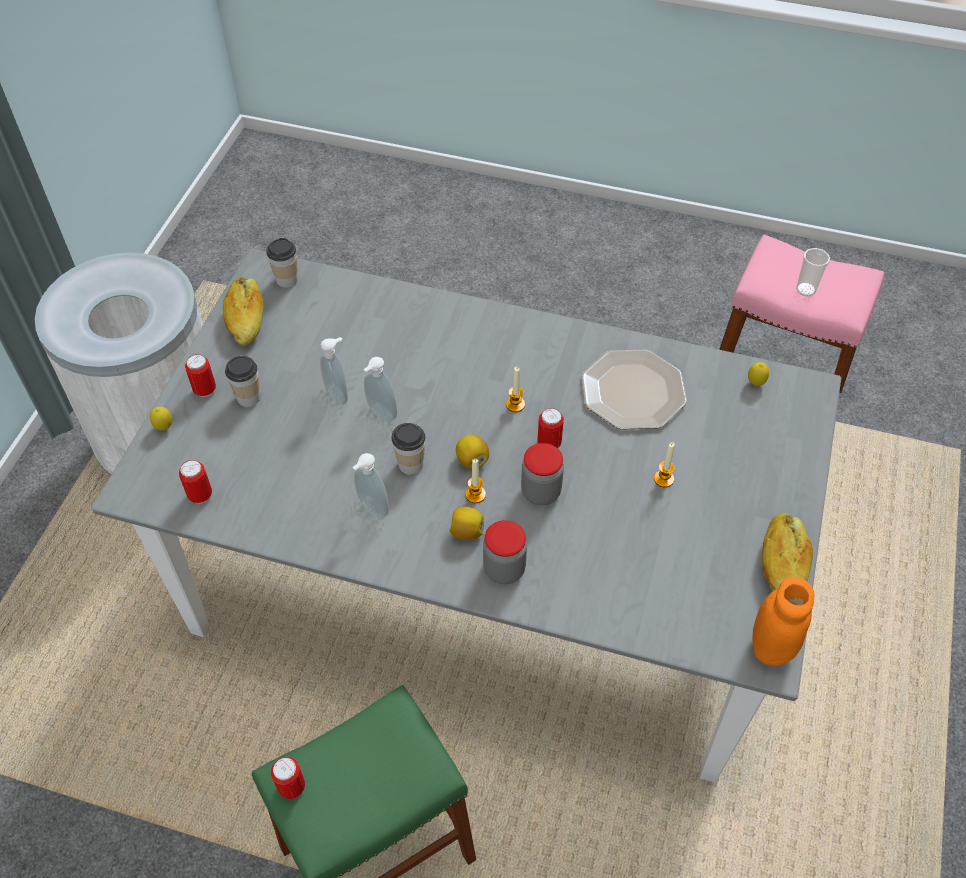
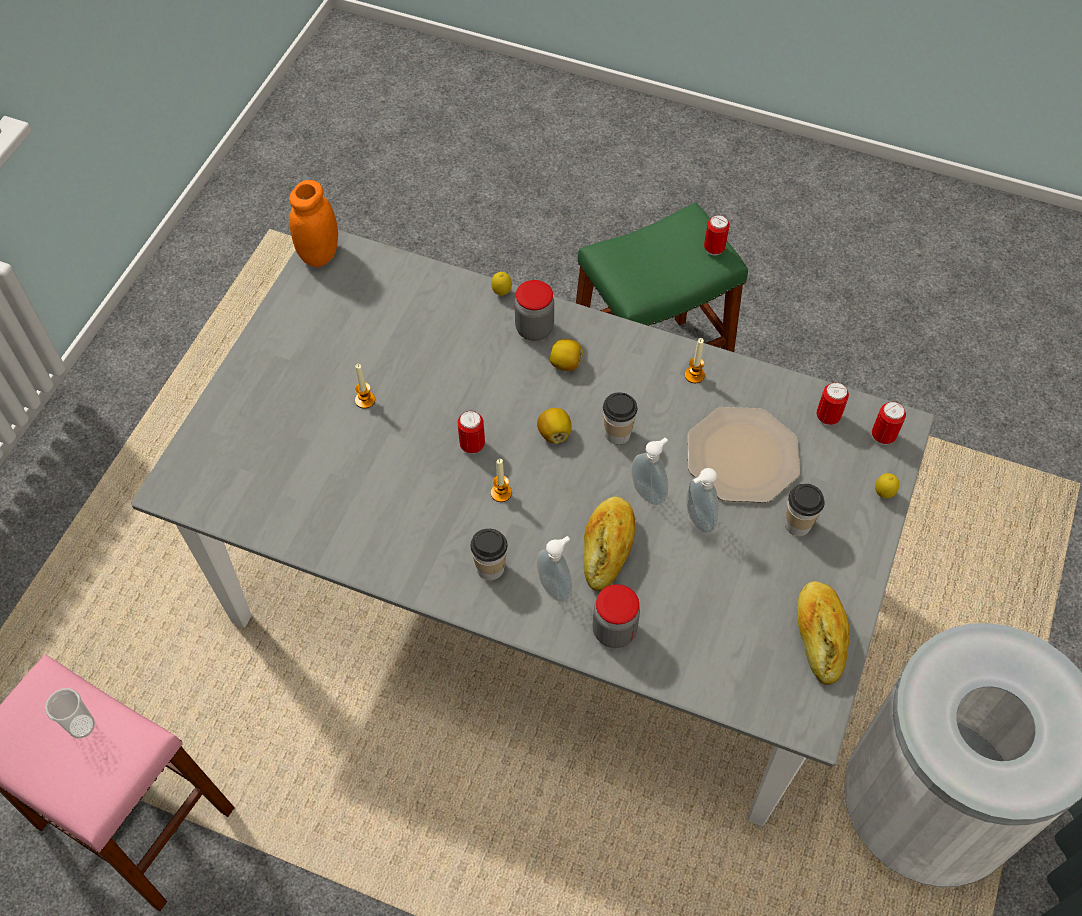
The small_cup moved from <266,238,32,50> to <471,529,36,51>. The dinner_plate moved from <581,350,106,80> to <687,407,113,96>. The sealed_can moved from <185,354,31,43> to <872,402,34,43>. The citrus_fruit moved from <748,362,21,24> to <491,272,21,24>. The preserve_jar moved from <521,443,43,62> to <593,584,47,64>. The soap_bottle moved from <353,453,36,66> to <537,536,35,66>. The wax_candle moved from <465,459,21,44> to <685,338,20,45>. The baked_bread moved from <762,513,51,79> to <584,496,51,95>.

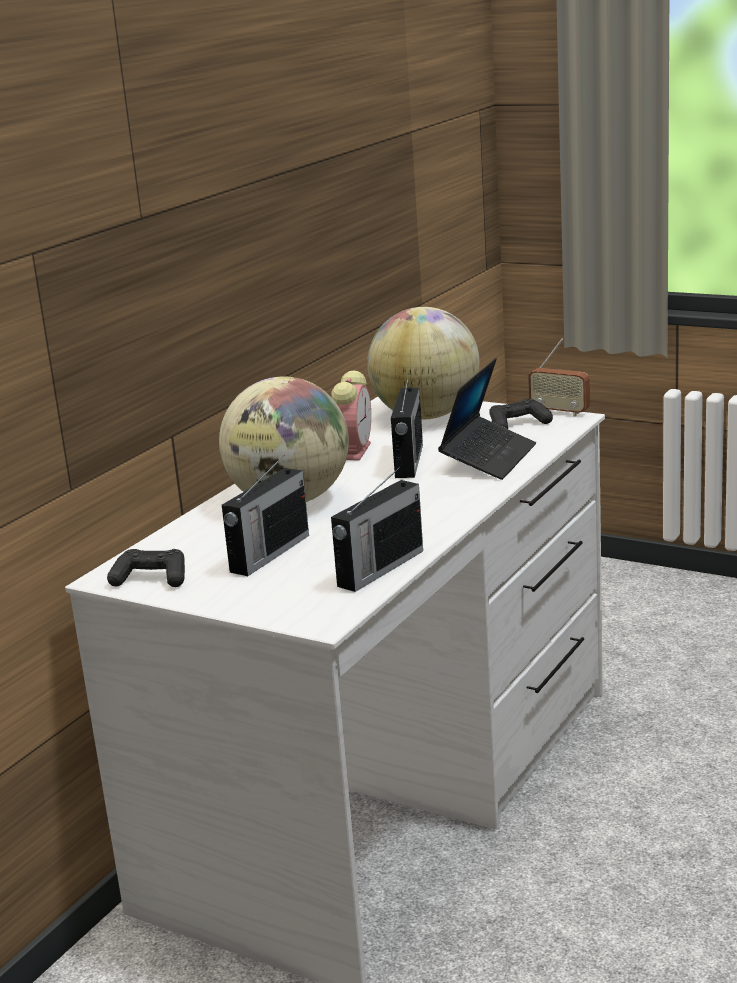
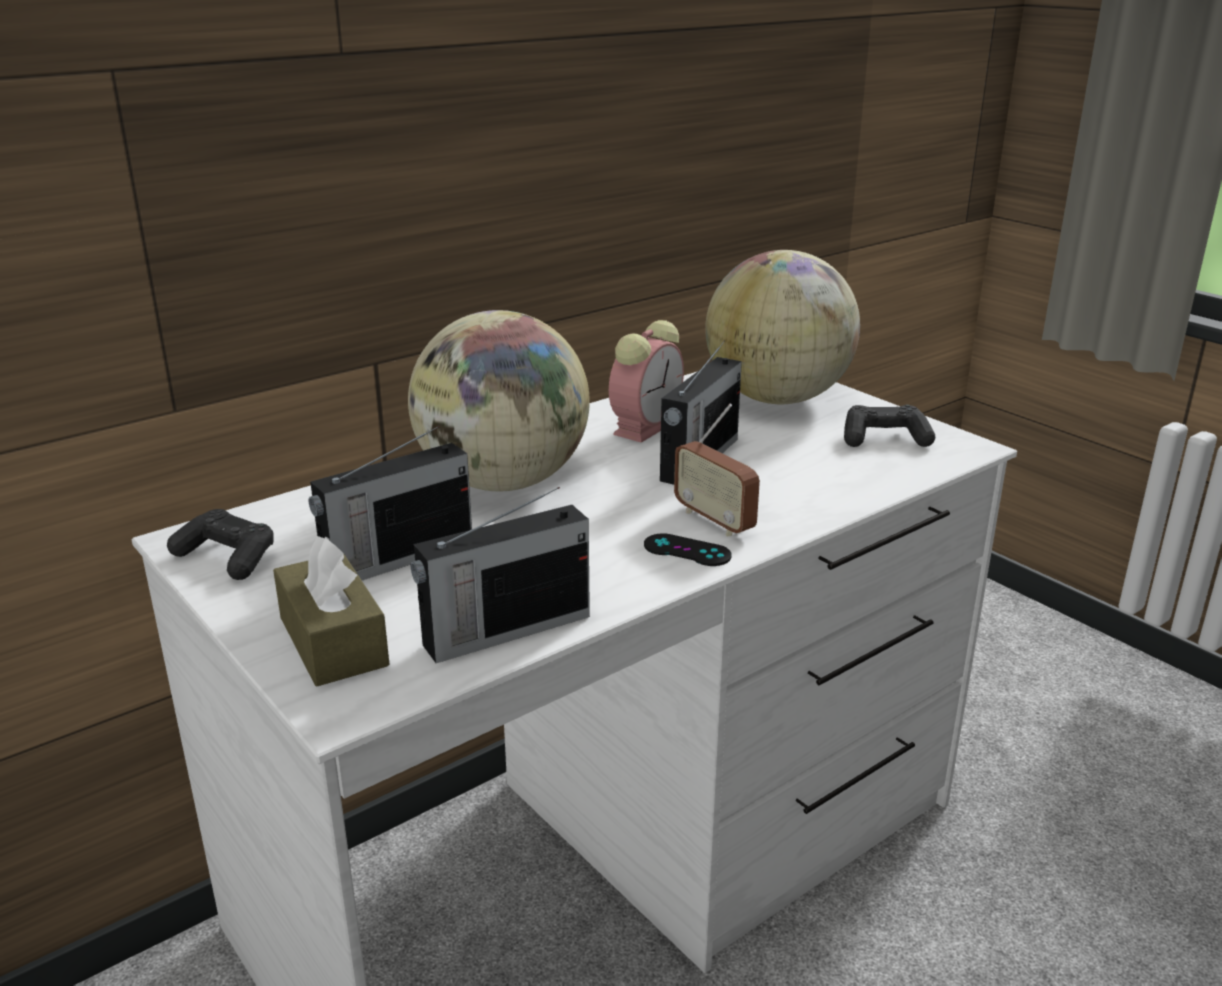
The radio moved from <528,338,62,79> to <674,404,86,132>. The portable_computer at <438,358,98,122> disappeared. The black-coloured_game_controller at <644,533,88,33> appeared. The brownish_tissue_box at <273,536,116,150> appeared.

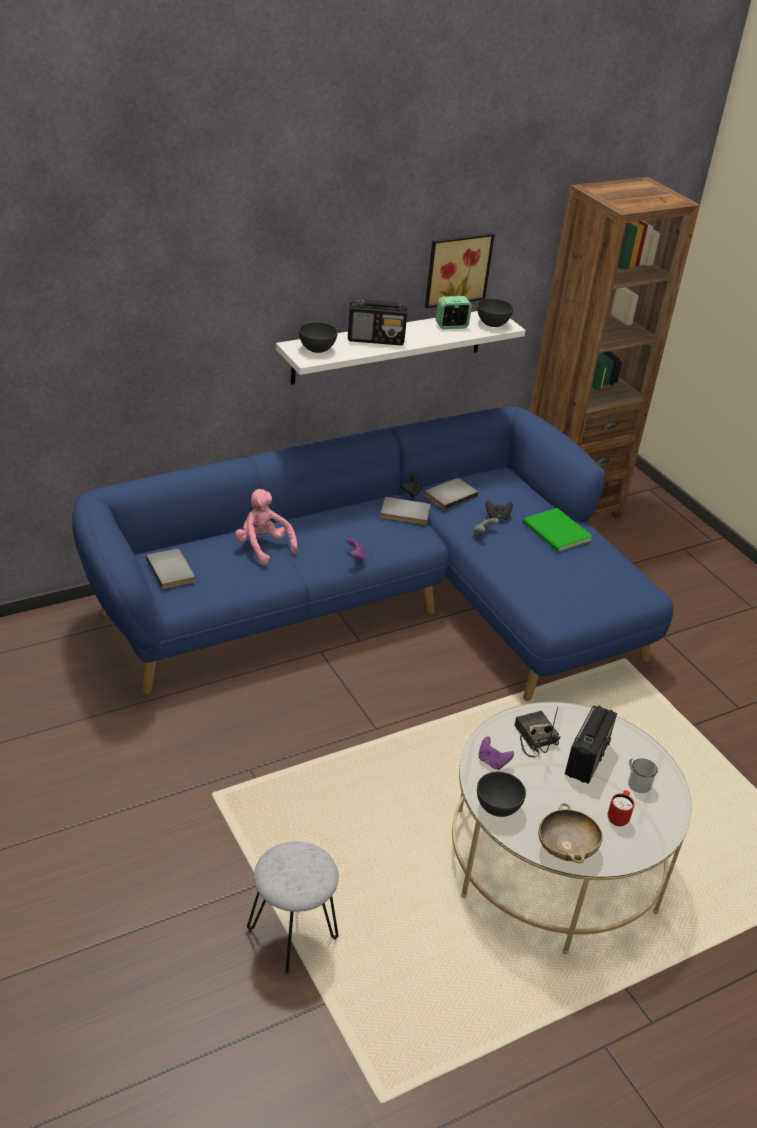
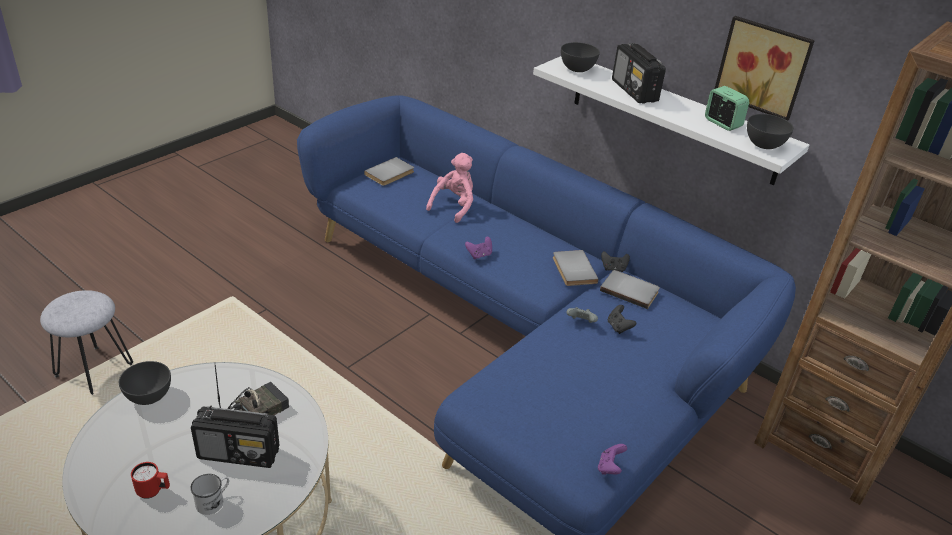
The greenish_book at <523,508,70,44> disappeared. The purple_game_controller moved from <479,737,35,33> to <598,444,29,31>. The beige-coloured_serving_bowl at <539,803,64,60> disappeared.

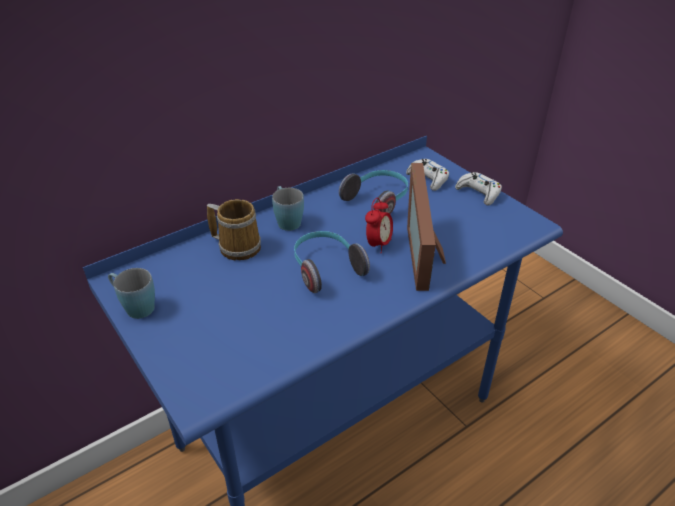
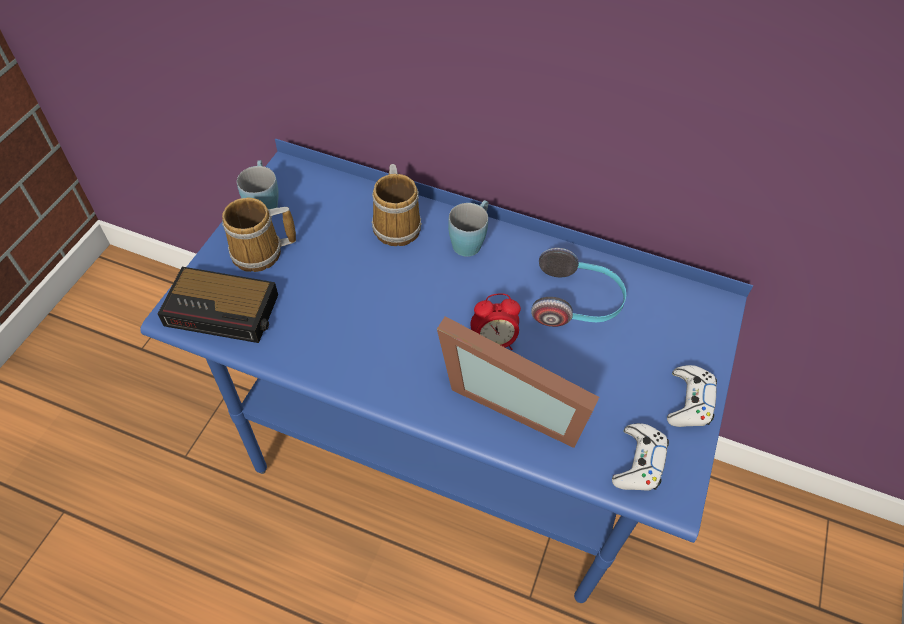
The whitish_game_controller moved from <406,159,43,32> to <612,423,57,68>. The standing_frame at <407,163,39,128> turned 120 degrees counterclockwise. The pair_of_headphones at <294,231,76,62> disappeared. The tea_mug at <222,198,74,74> appeared. The bedside_clock at <158,267,120,76> appeared.

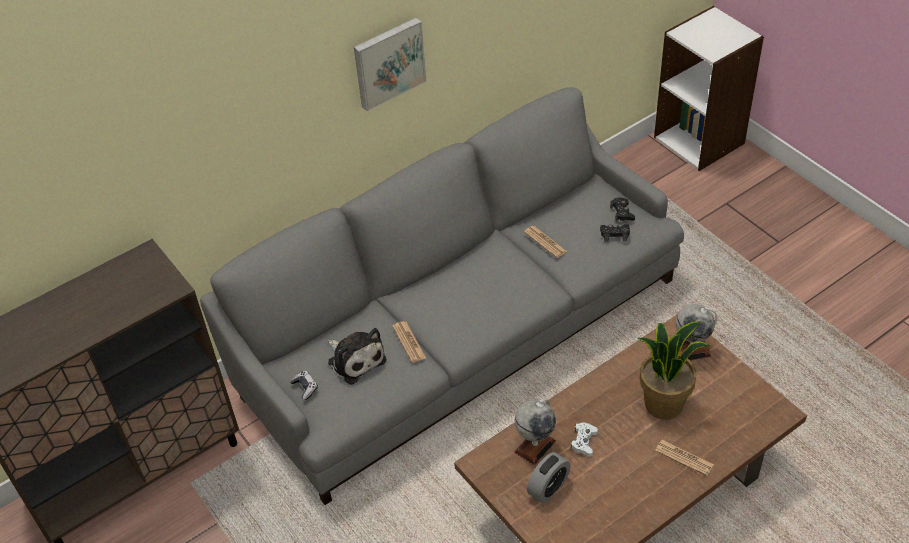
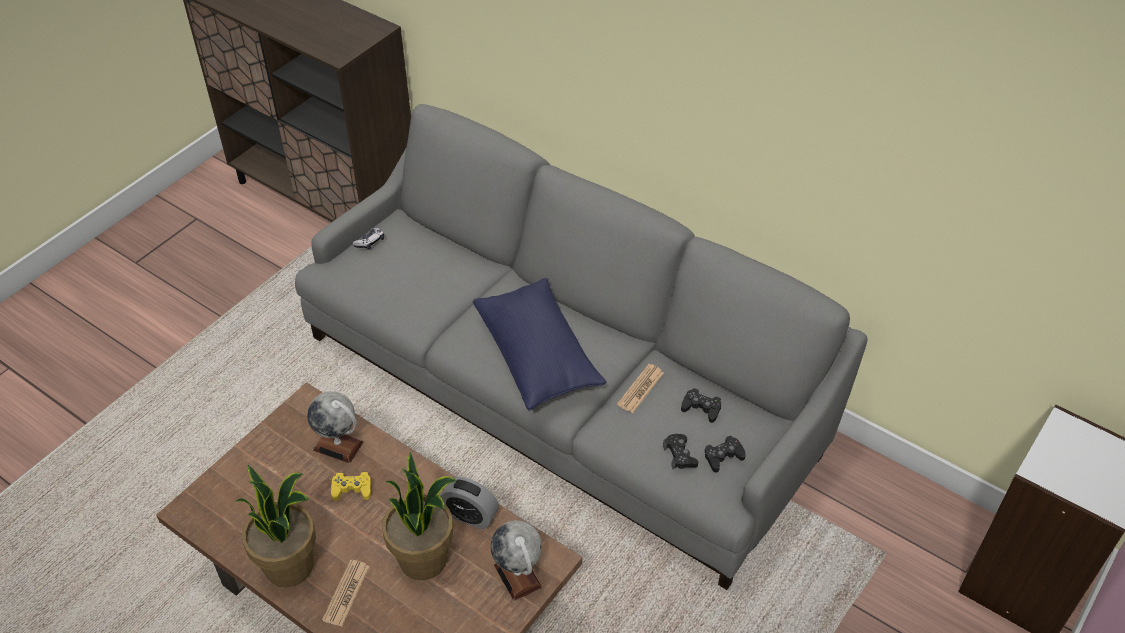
The picture at <354,18,72,93> disappeared. The printed_paper at <392,321,34,42> disappeared. The plush_toy at <328,328,58,57> disappeared. The whitish_game_controller at <571,422,27,35> became the yellowish_game_controller at <331,472,40,29>. The bedside_clock moved from <527,452,44,51> to <440,477,59,52>. The blue-coloured_cushion at <473,278,133,133> appeared. The black-coloured_game_controller at <681,388,40,35> appeared. The plant_in_a_pot at <235,465,81,123> appeared.

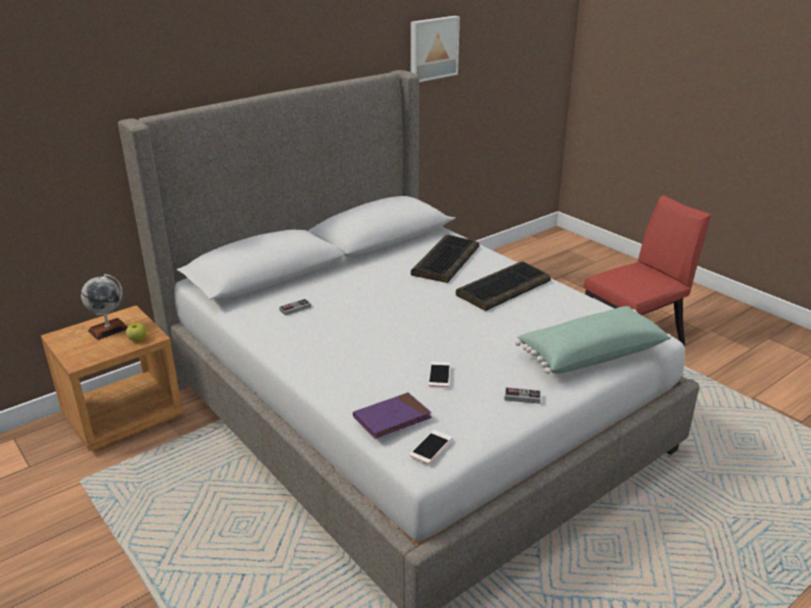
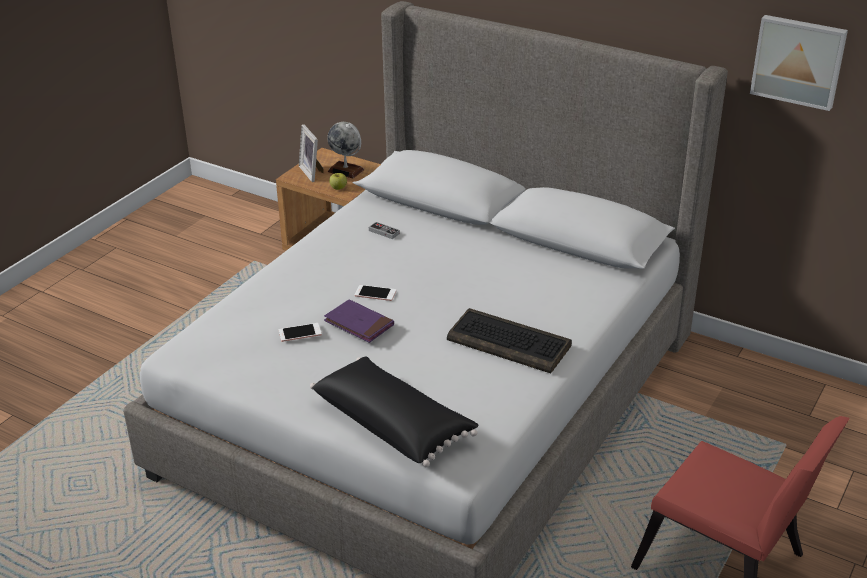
The computer_keyboard at <411,235,68,48> disappeared. The greenish_cushion at <515,306,156,68> became the black-coloured_cushion at <310,356,168,111>. The game_controller at <504,387,37,17> disappeared. The purple_book moved from <353,392,78,47> to <324,299,70,44>. The phone moved from <409,430,44,34> to <355,285,41,16>. The standing_frame at <299,124,25,58> appeared.

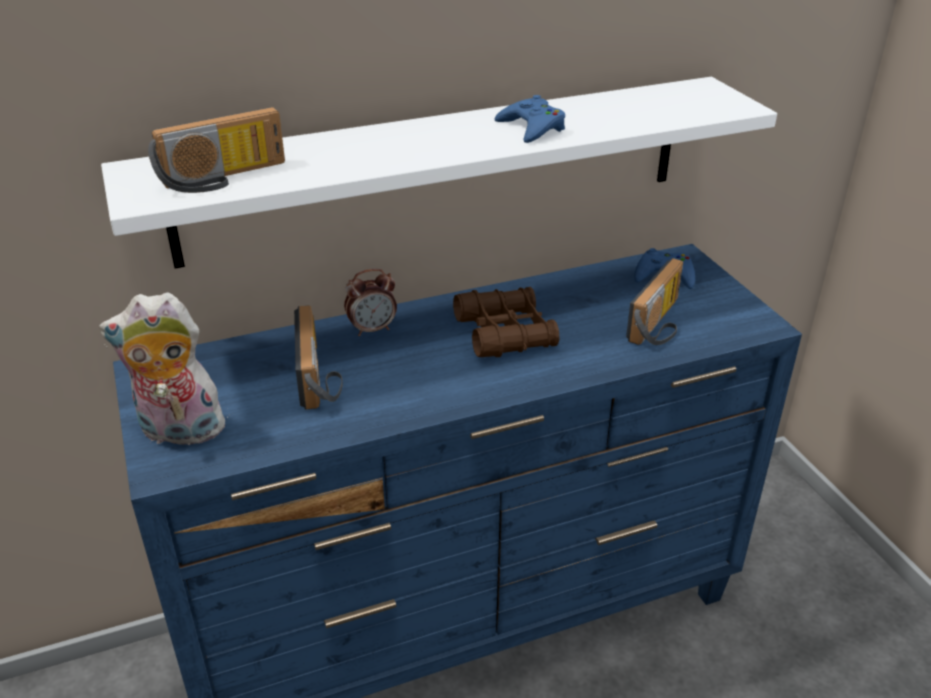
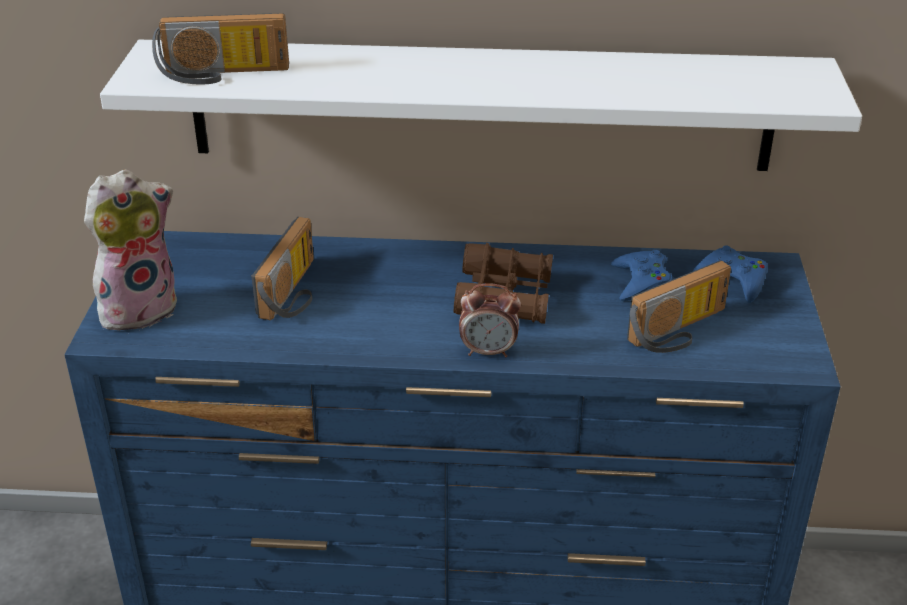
The blue-coloured_game_controller moved from <495,95,70,48> to <611,250,61,51>. The bedside_clock moved from <344,269,53,67> to <459,283,62,74>. The plush_toy at <99,292,132,156> turned 120 degrees clockwise.

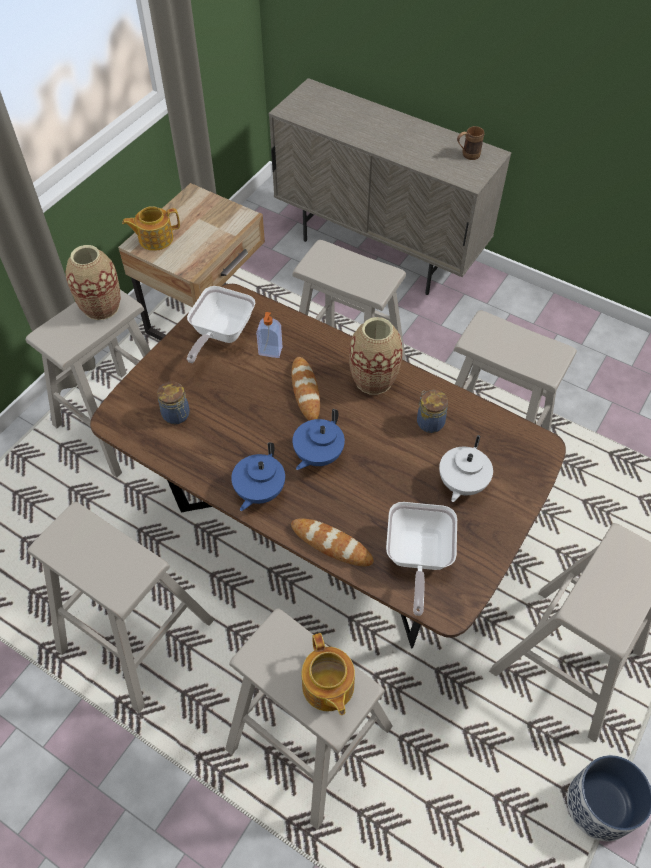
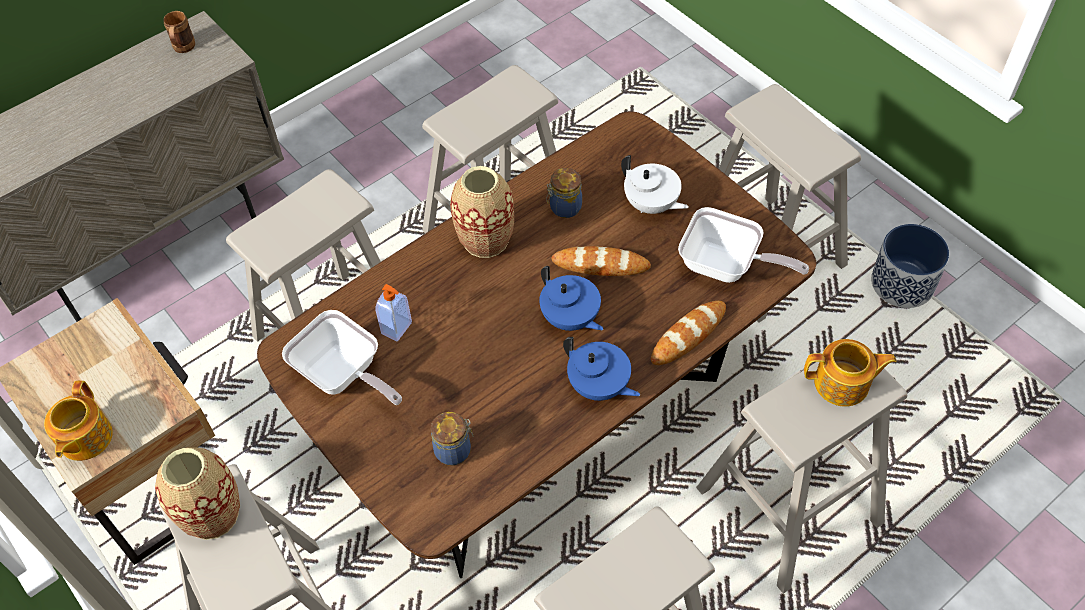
The baked_bread moved from <292,357,28,64> to <552,246,99,30>.

